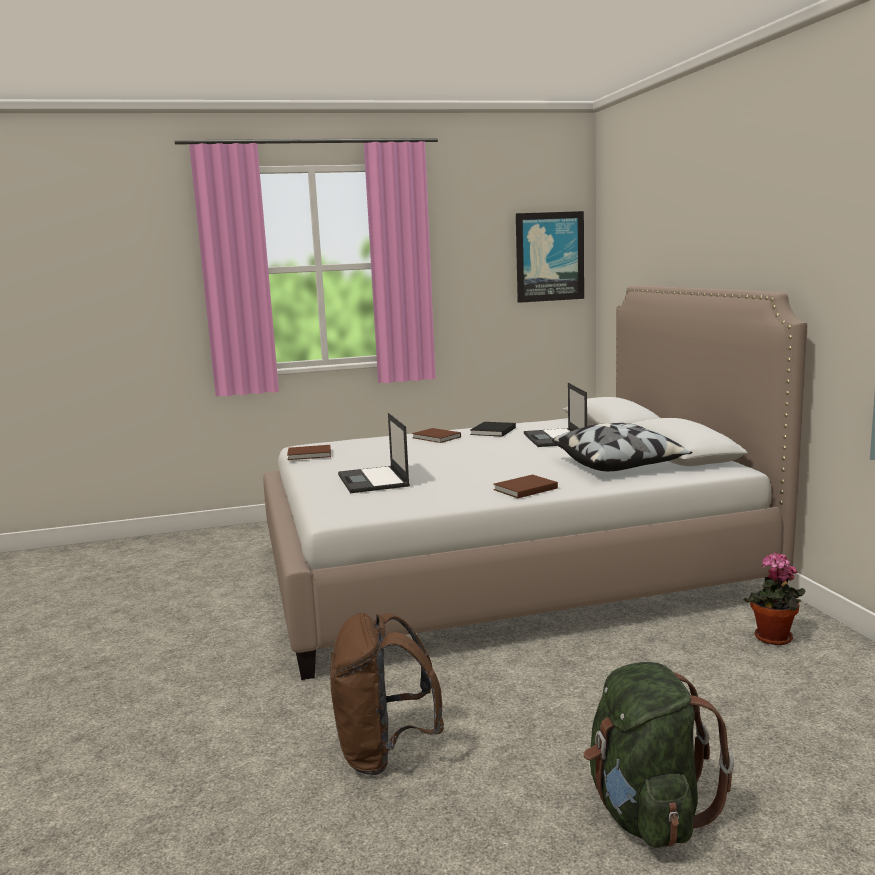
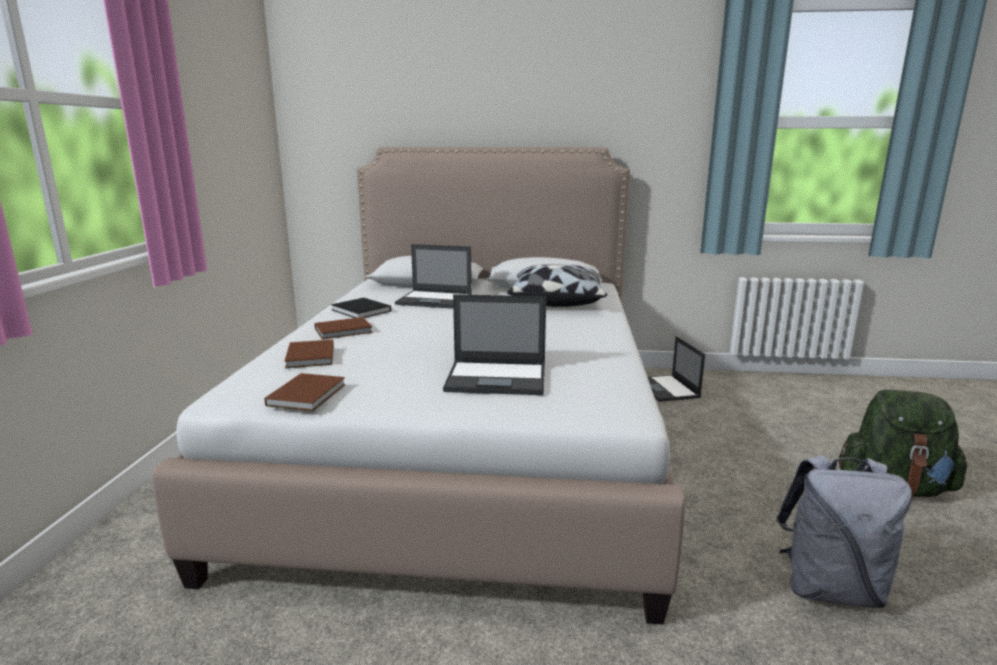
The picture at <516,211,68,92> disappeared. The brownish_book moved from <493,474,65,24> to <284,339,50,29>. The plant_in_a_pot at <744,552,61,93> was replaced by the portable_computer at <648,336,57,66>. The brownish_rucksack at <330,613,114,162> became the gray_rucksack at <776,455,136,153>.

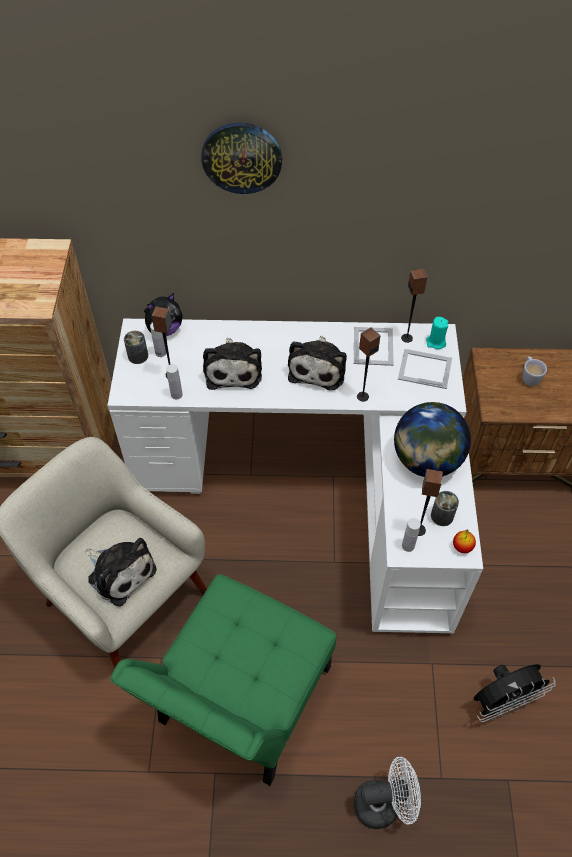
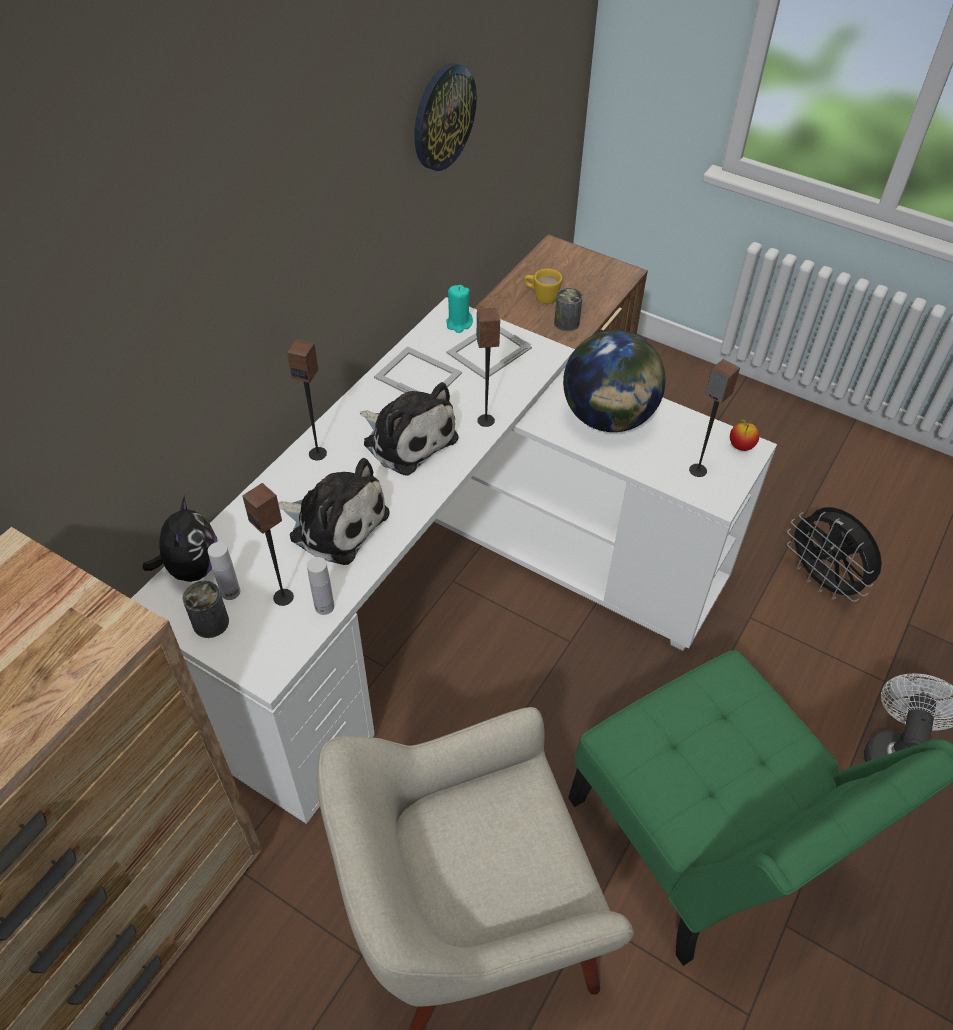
The clock_on_the_wall moved from <201,123,81,71> to <414,63,63,108>. The speaker moved from <401,269,27,74> to <287,339,40,121>. The whitish_tea_mug at <523,356,24,30> became the yellowish_tea_mug at <524,269,38,35>. The sealed_can moved from <431,491,28,35> to <554,288,29,44>. The whitish_bottle at <402,518,19,34> disappeared. The plush_toy at <85,538,72,69> disappeared. The black-coloured_cooling_fan at <474,664,82,58> turned 135 degrees clockwise.

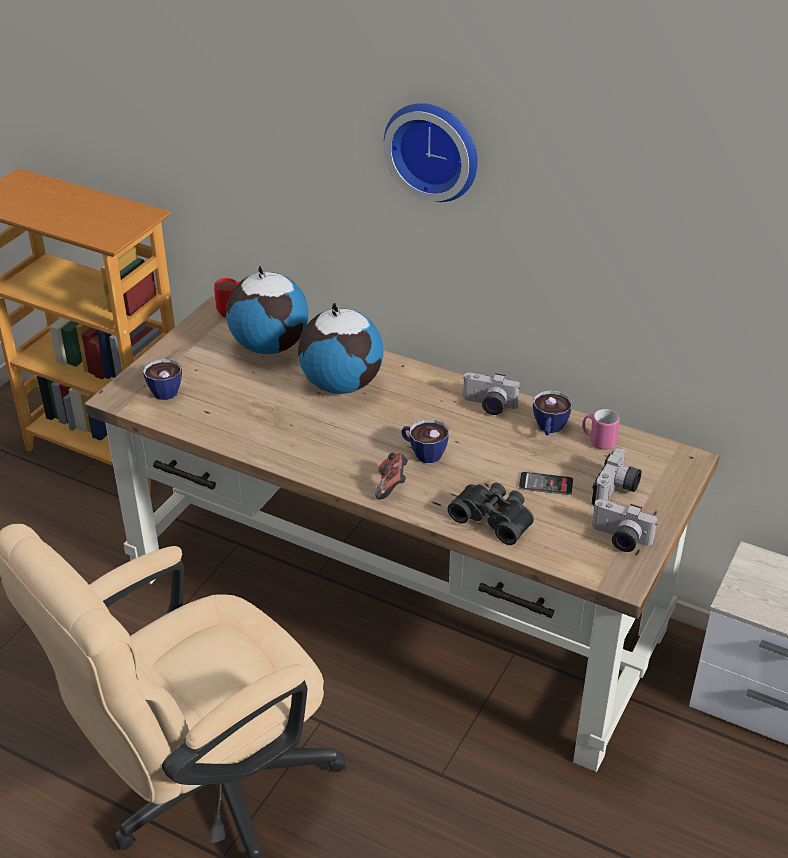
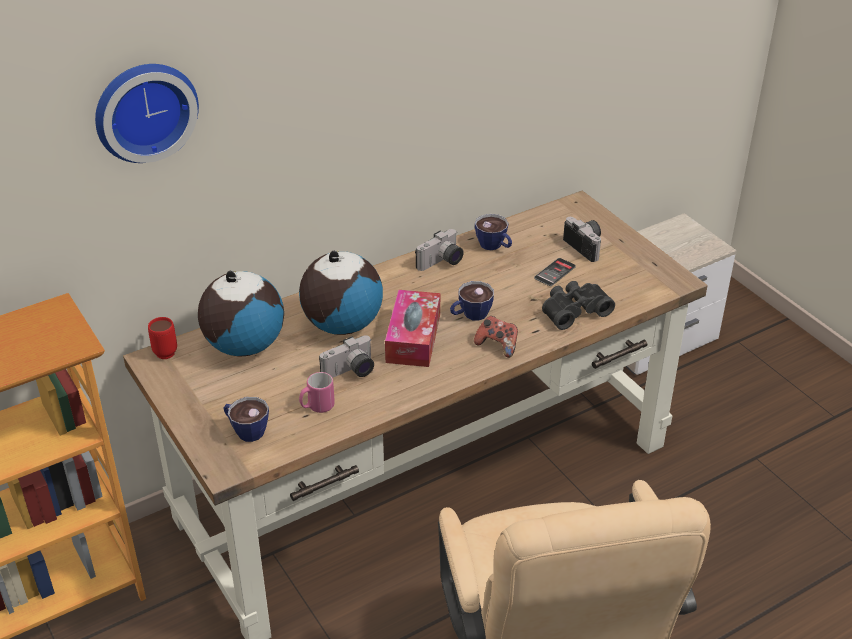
The clock_on_the_wall moved from <384,103,94,99> to <95,64,104,99>. The pink-coloured_tea_mug moved from <582,409,38,41> to <299,372,36,41>. The photo_camera moved from <592,499,65,53> to <319,335,55,43>. The tissue_box at <385,290,55,77> appeared.

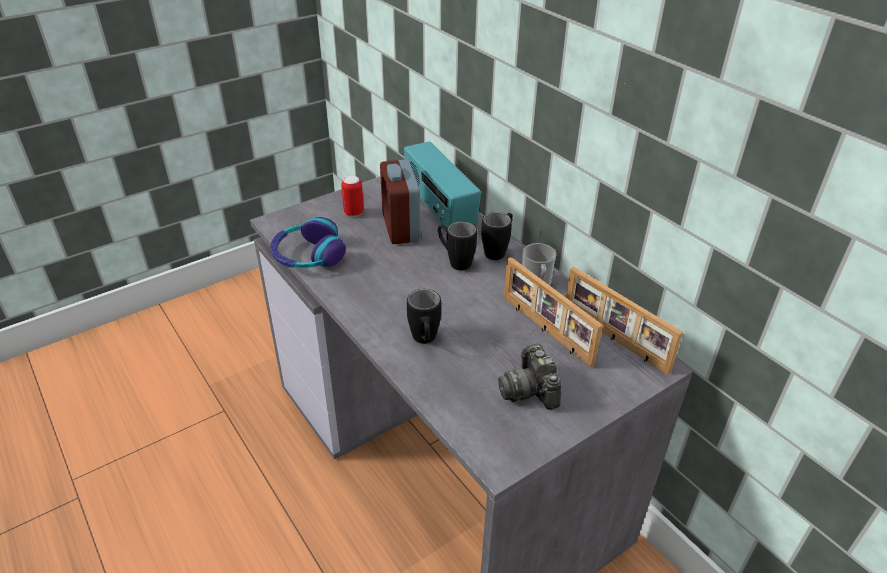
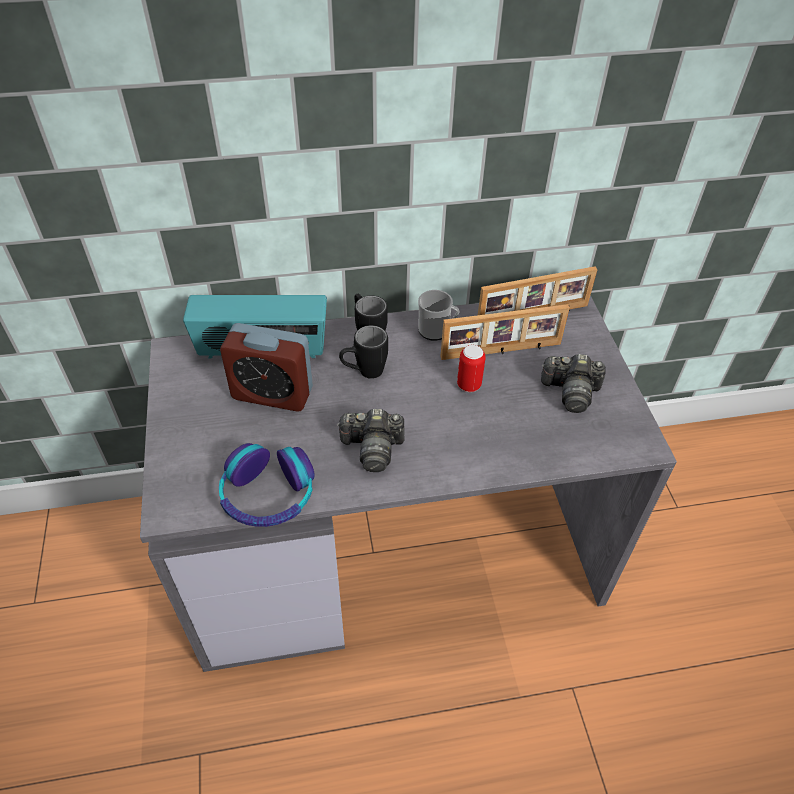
The sealed_can moved from <341,176,23,41> to <457,345,29,47>. The black-coloured_tea_mug at <407,289,34,55> disappeared. The photo_camera at <337,409,68,63> appeared.

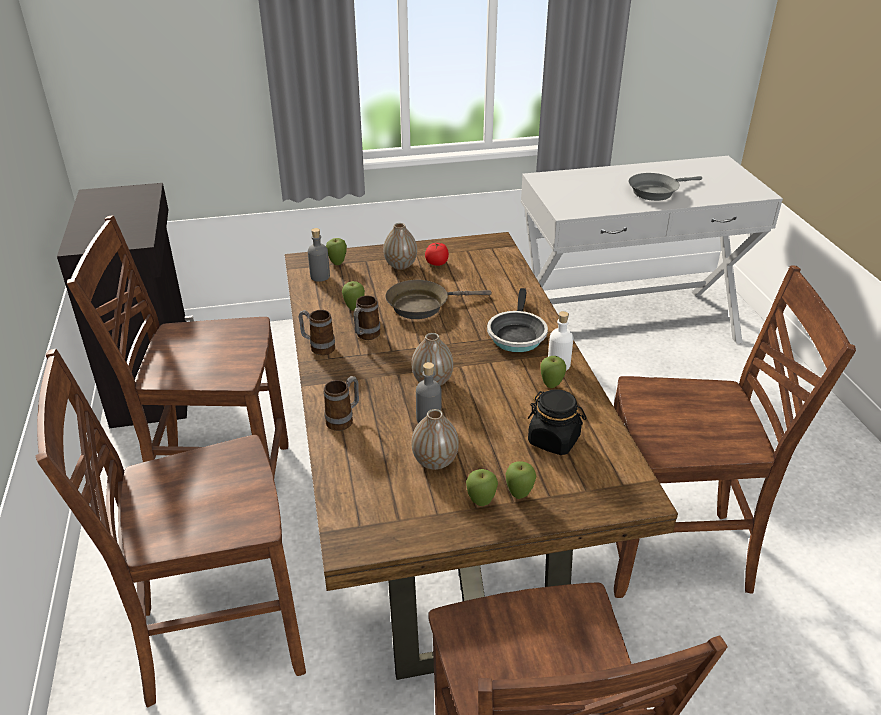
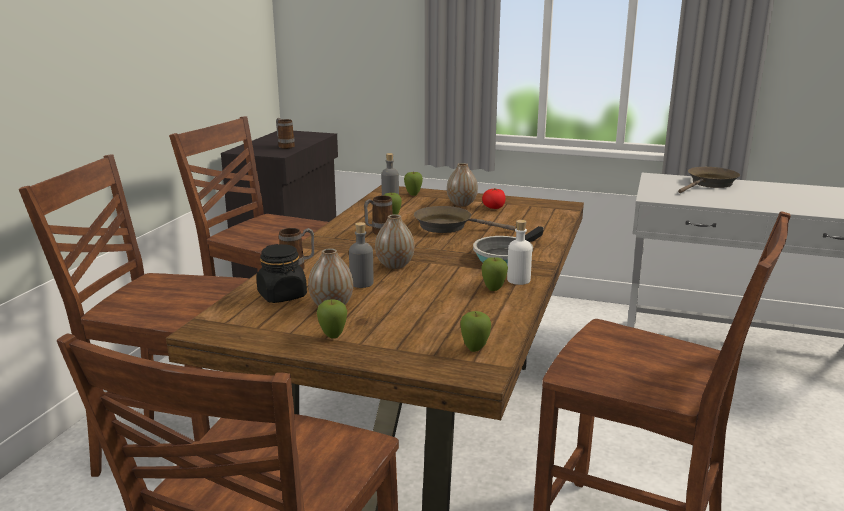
The gray_skillet at <629,173,73,28> disappeared. The tea_mug moved from <299,310,36,45> to <276,118,19,31>. The black-coloured_preserve_jar moved from <528,389,59,66> to <256,244,51,59>. The whole_apple moved from <506,462,30,37> to <460,311,31,41>. The brownish_skillet at <678,167,62,26> appeared.

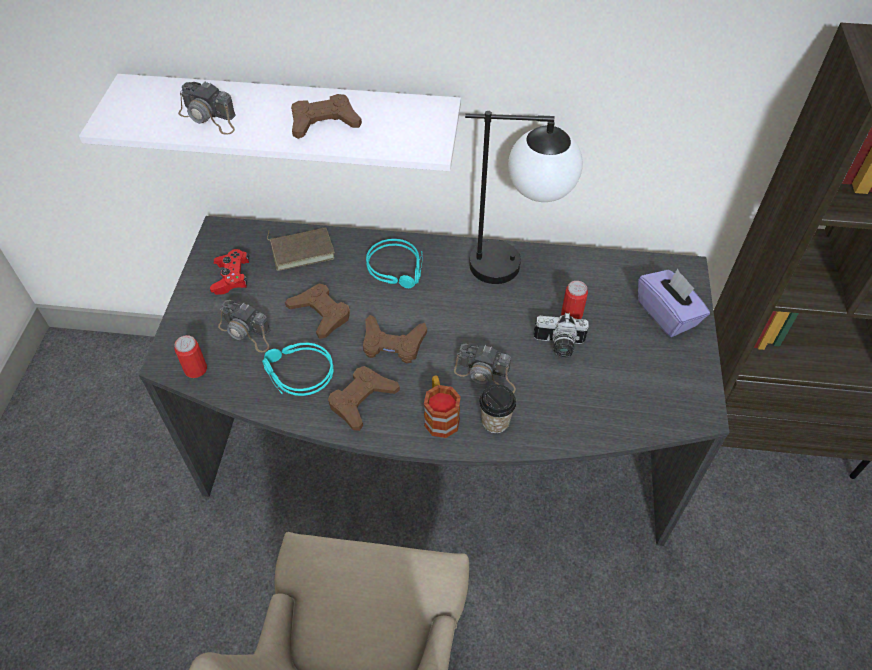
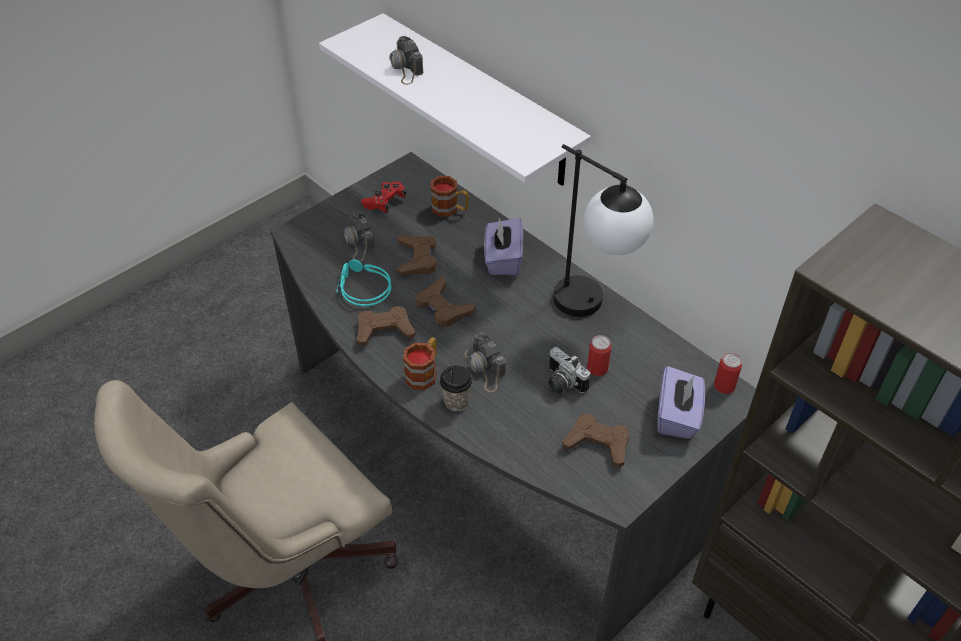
The brownish_game_controller moved from <291,94,71,45> to <562,414,67,54>. The brownish_book at <267,227,68,44> was replaced by the tea_mug at <431,176,38,41>. The turquoise_pair_of_headphones at <366,239,56,49> was replaced by the purple_tissue_box at <484,218,39,57>. The sealed_can moved from <175,335,32,43> to <714,353,28,41>.

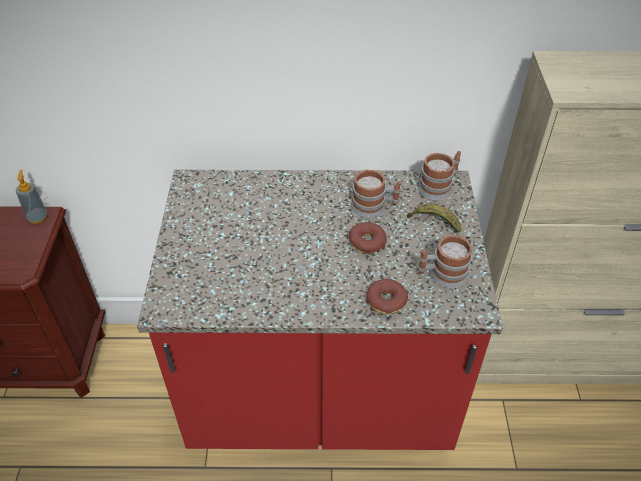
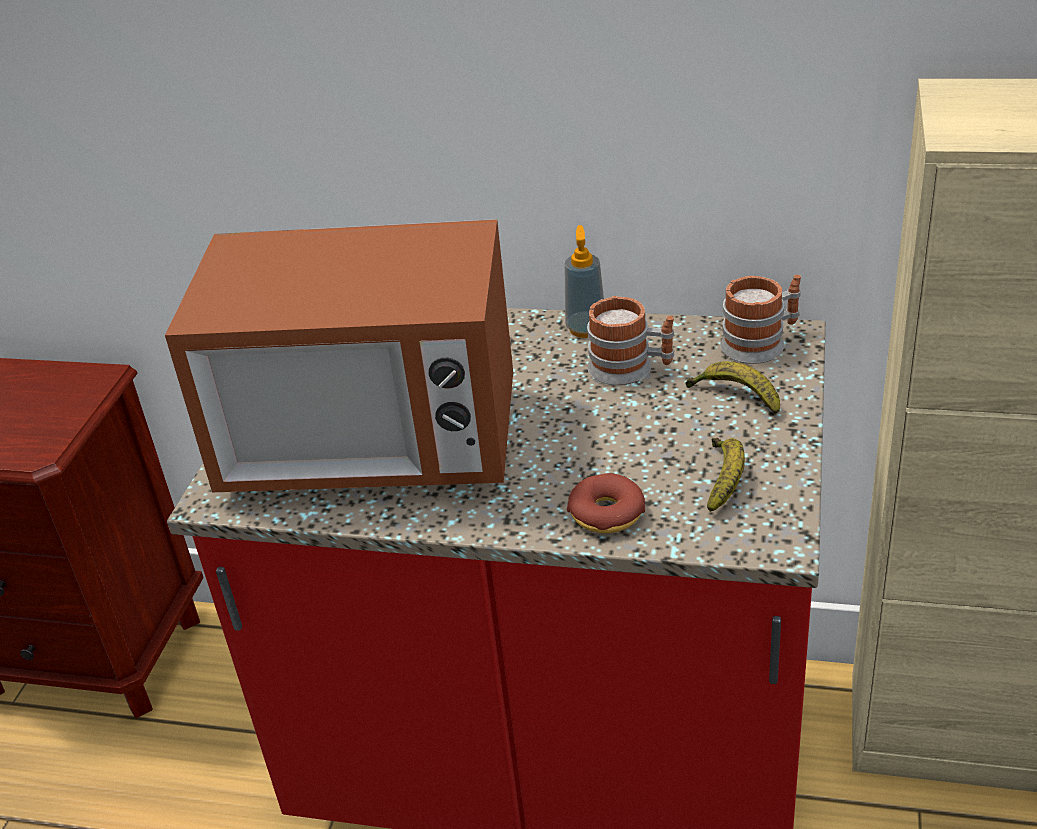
The soap_bottle moved from <16,170,31,54> to <564,225,40,113>. The donut at <349,222,38,32> disappeared. The tea_mug at <418,235,54,53> was replaced by the banana_fruit at <707,437,38,75>. The microwave at <165,219,348,273> appeared.

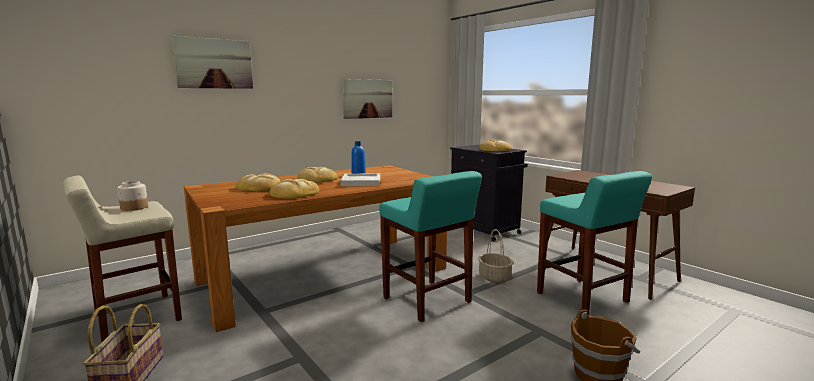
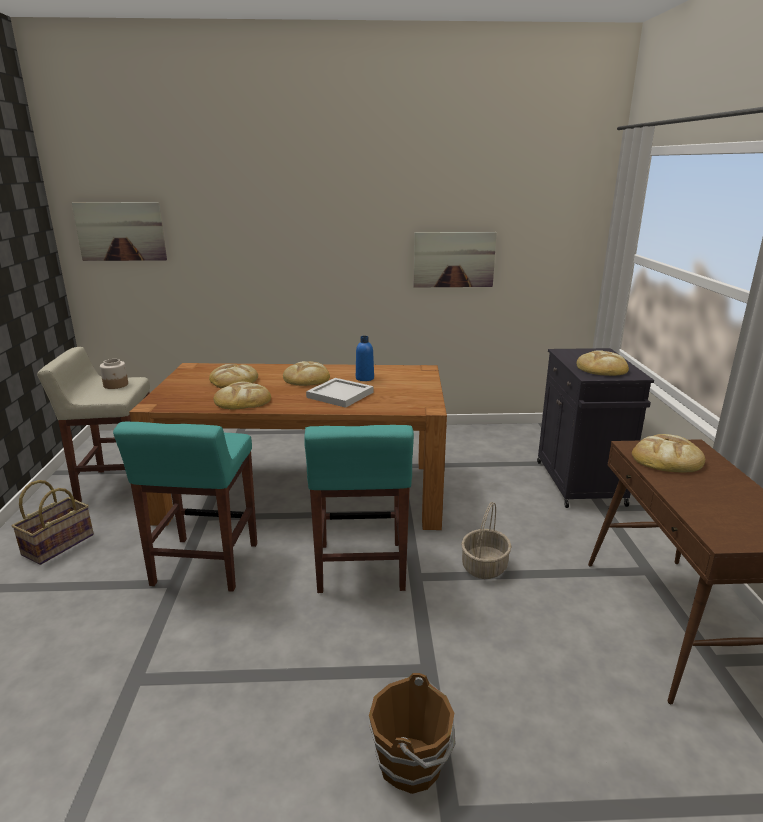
The picture moved from <172,36,81,53> to <72,202,95,59>. The turquoise_stool_seat moved from <537,171,115,145> to <113,422,144,170>. The baked_bread at <632,434,73,39> appeared.

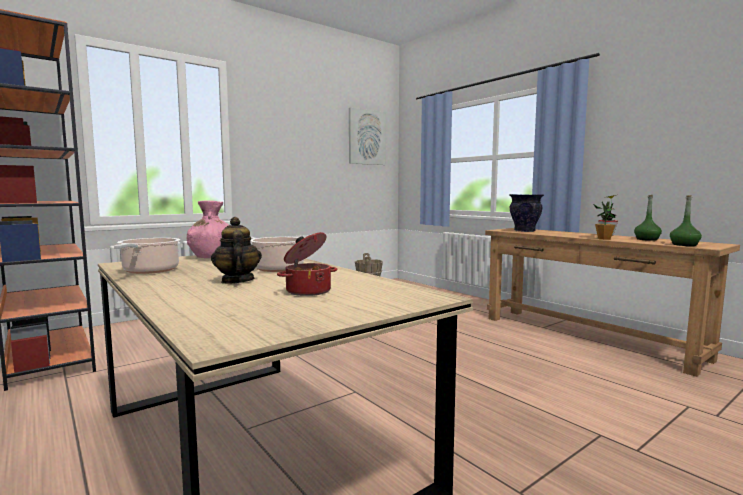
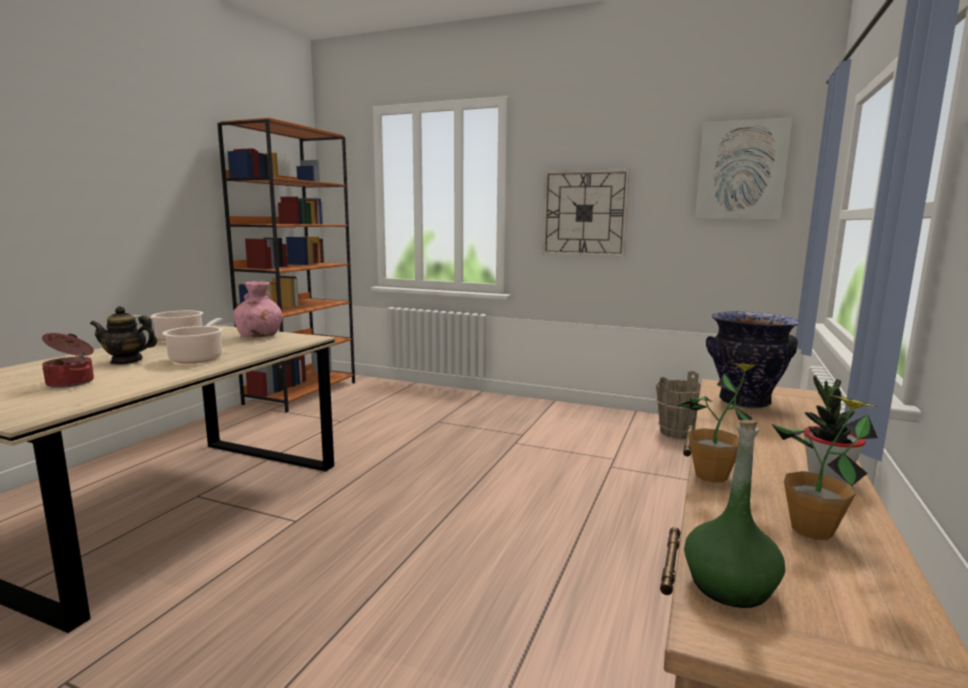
The greenish_bottle at <634,195,28,46> was replaced by the plant_in_a_pot at <772,395,106,145>. The pot_for_tea at <211,217,51,67> turned 135 degrees counterclockwise. The clock_on_the_wall at <542,169,88,88> appeared.

